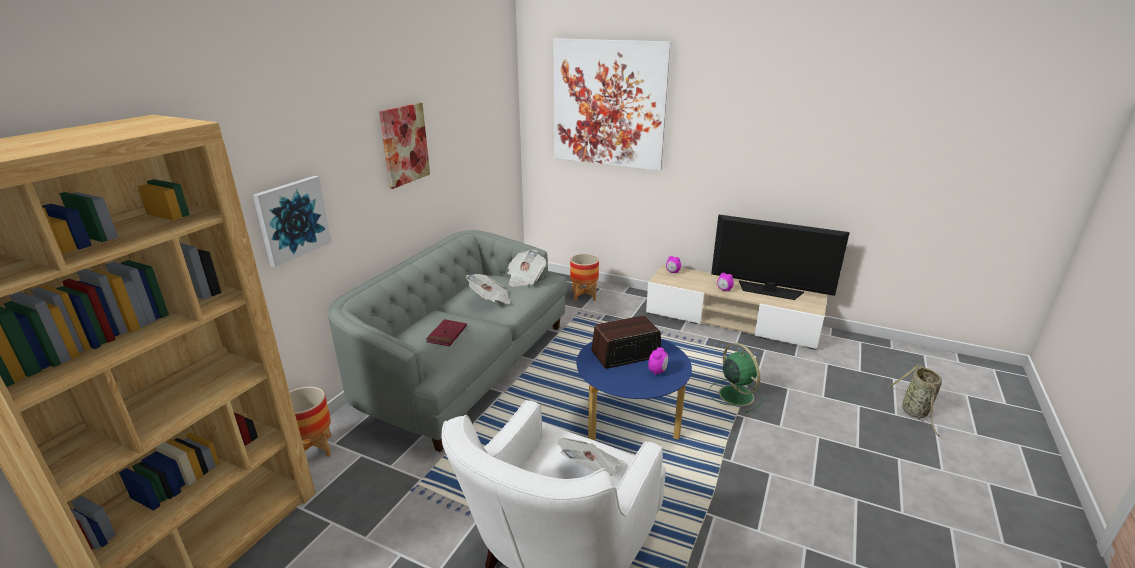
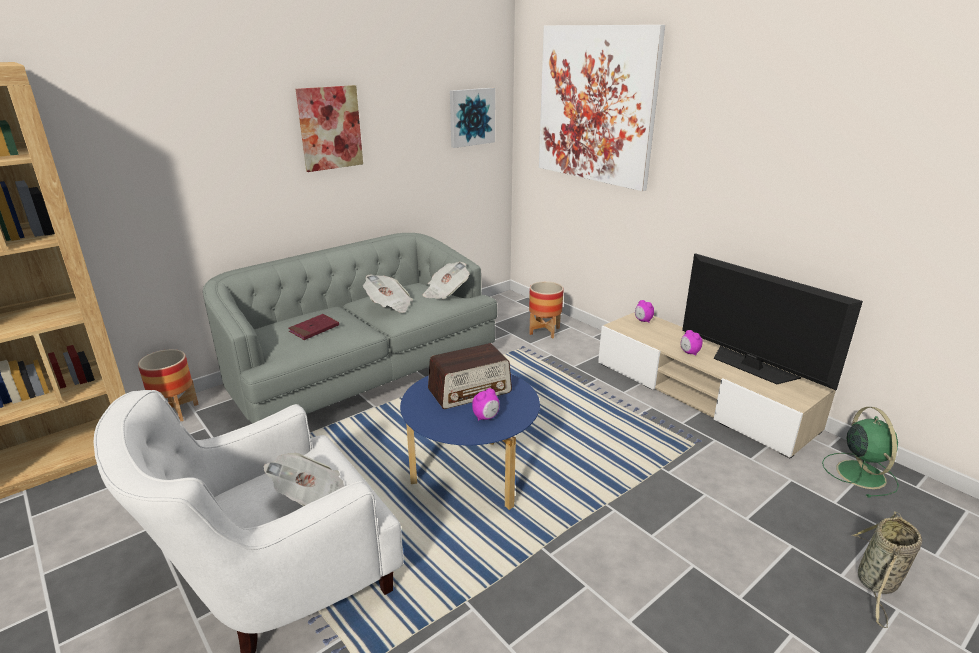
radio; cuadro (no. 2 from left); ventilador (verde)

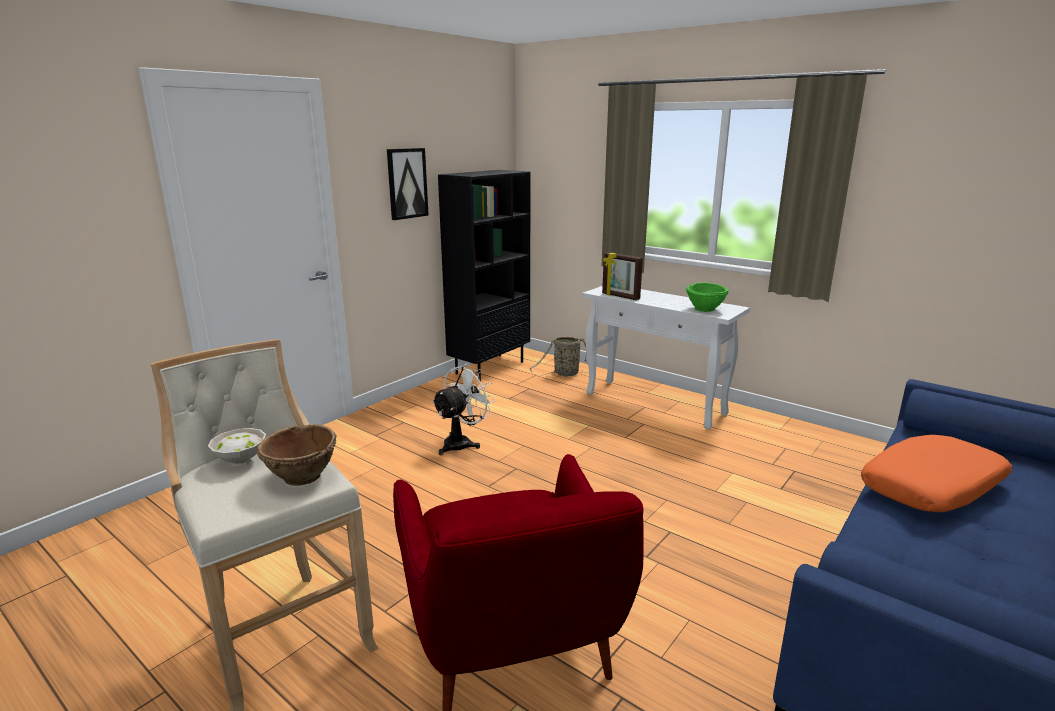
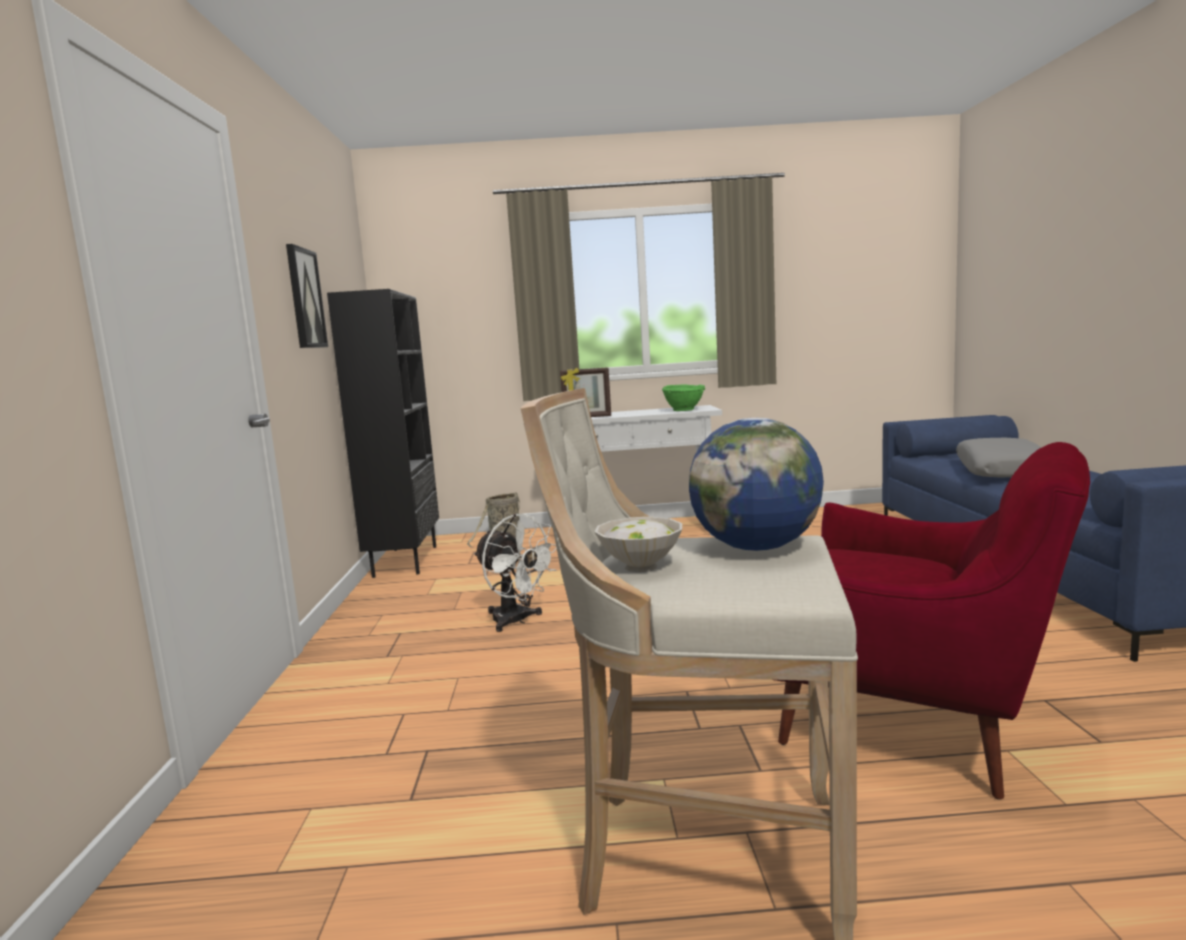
ventilador (blanco); globo terráqueo; cojín (gris)

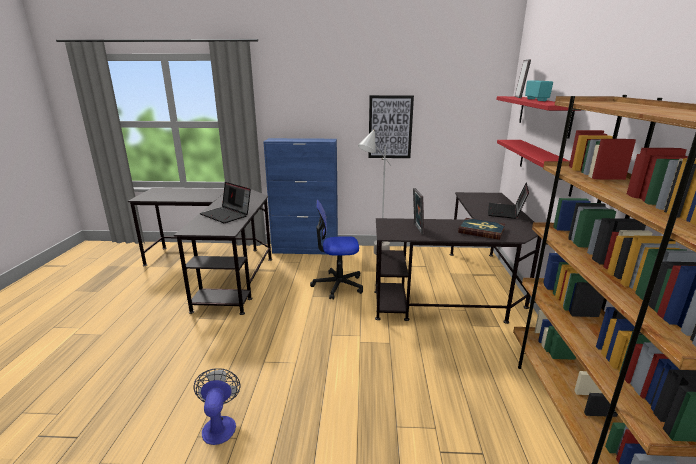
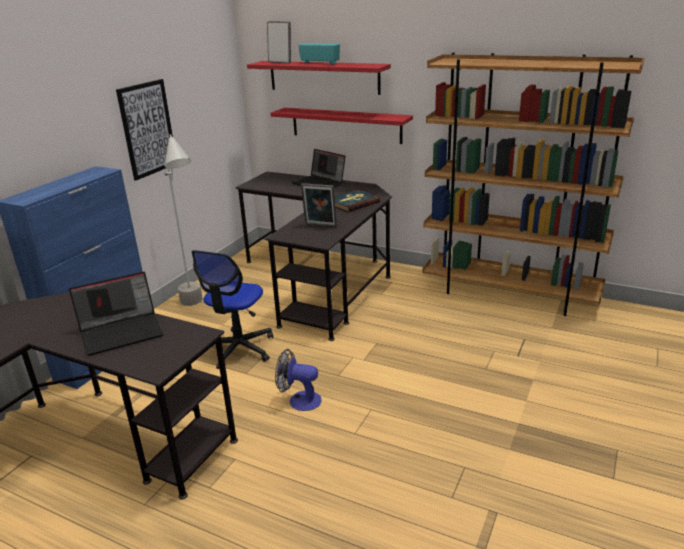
ventilador

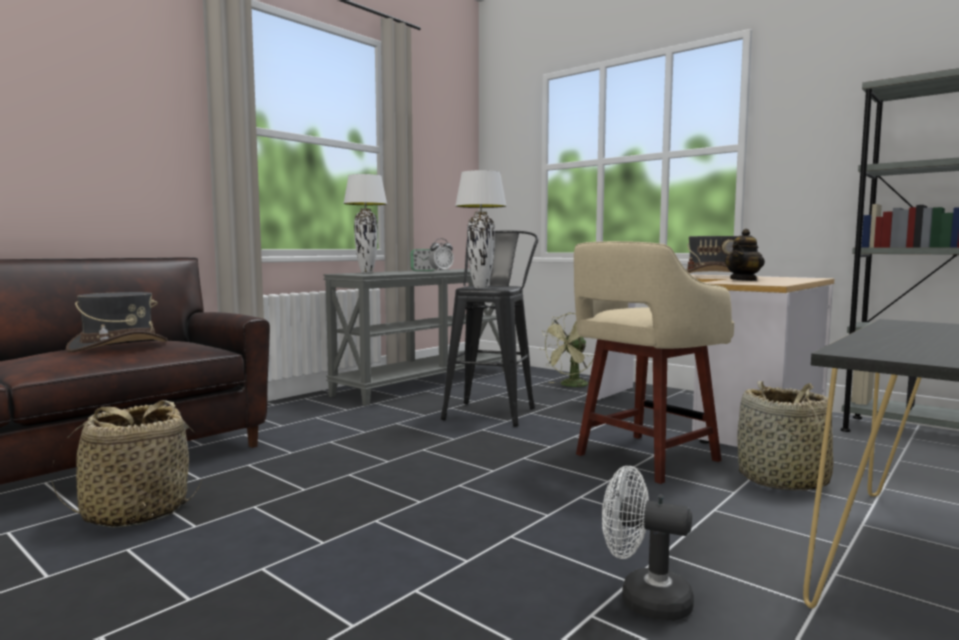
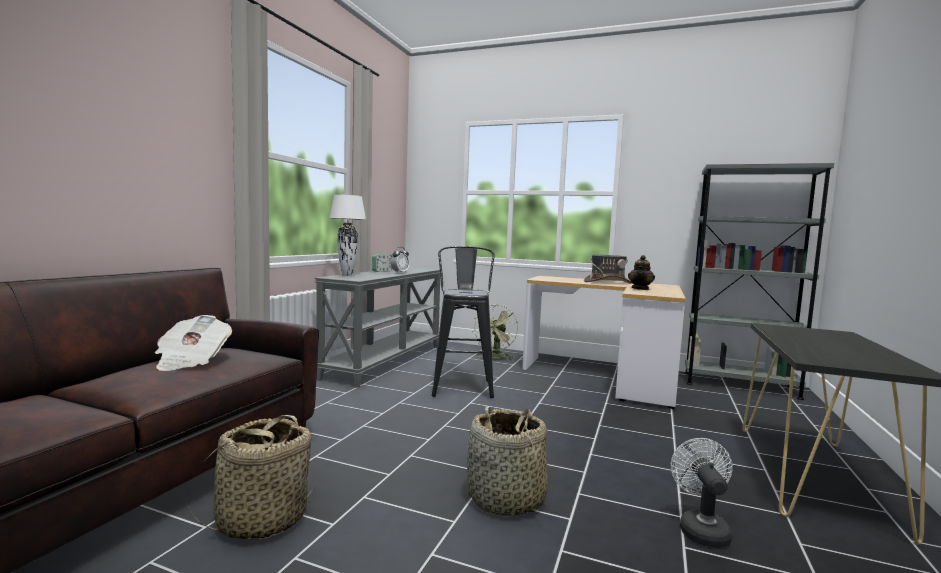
periódico; cesta (no. 2 from left); ventilador (blanco); lámpara de mesa (blanco) (no. 2 from left in the first image); taburete (beis)

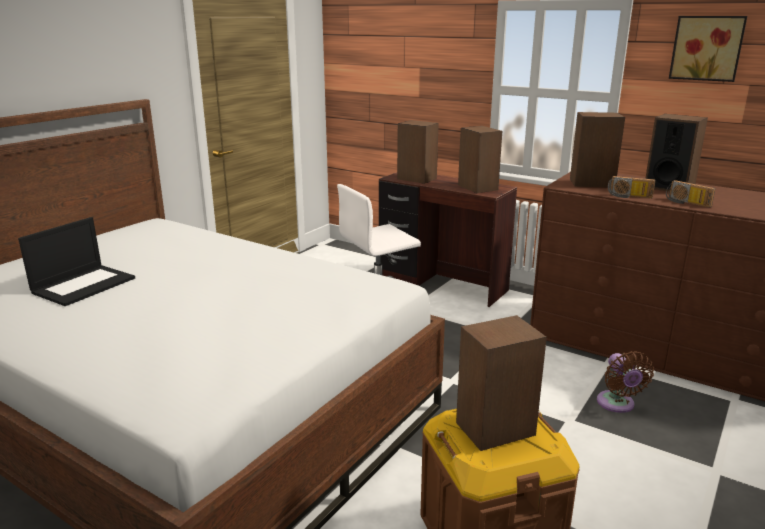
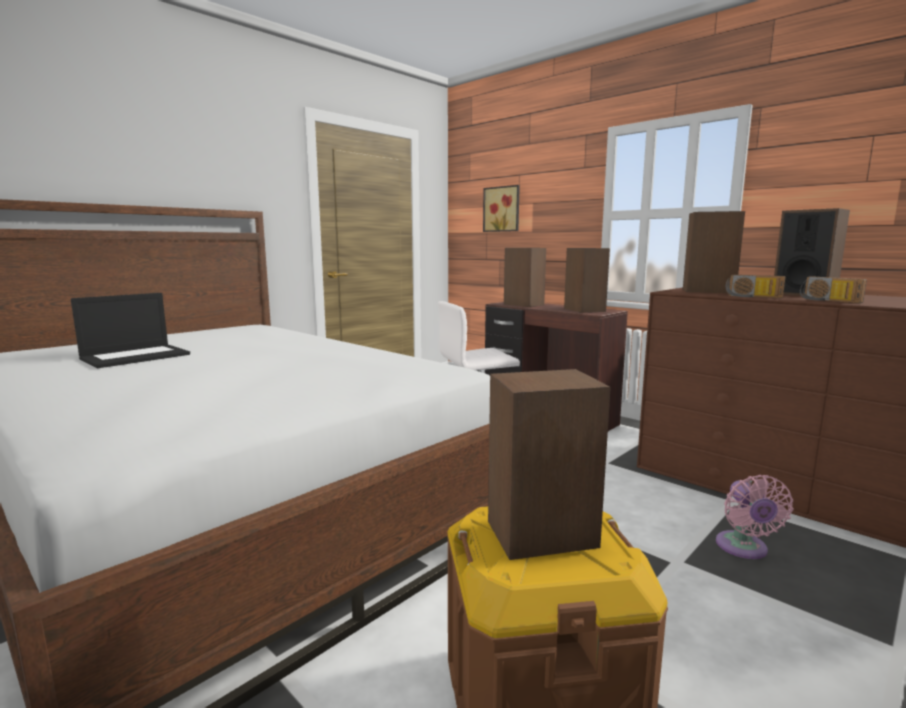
cuadro; ventilador (rosa)

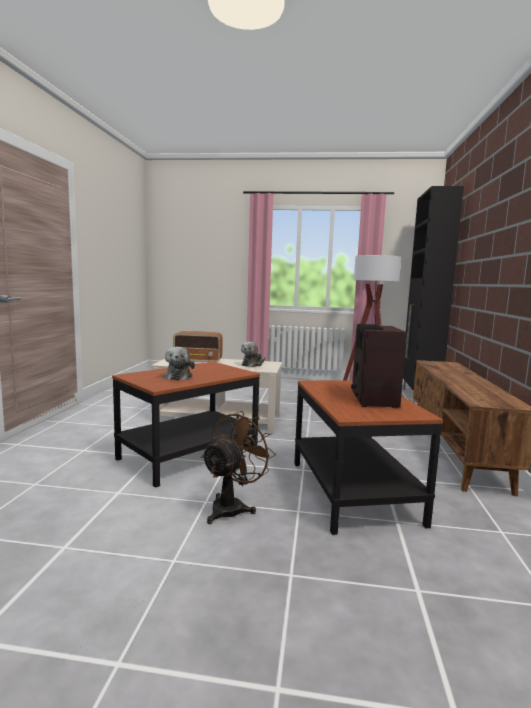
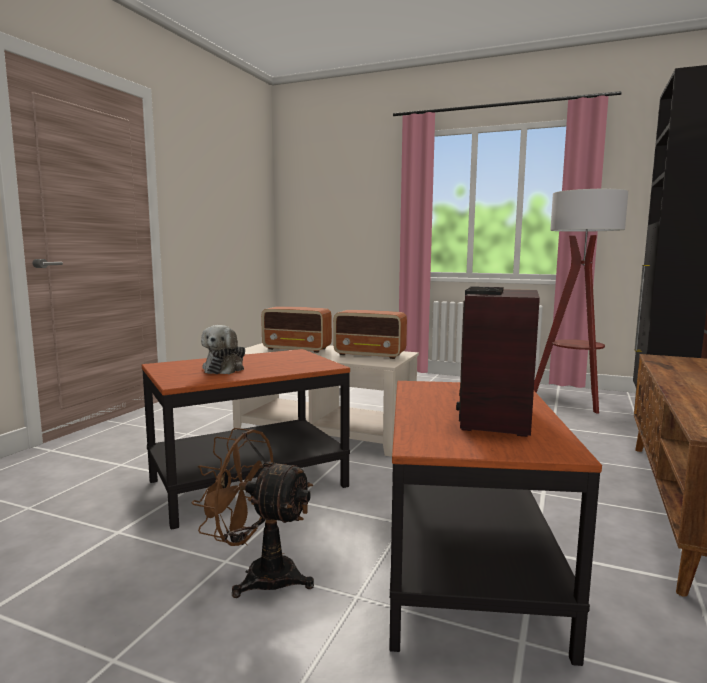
ventilador (marrón); radio (no. 2 from left)

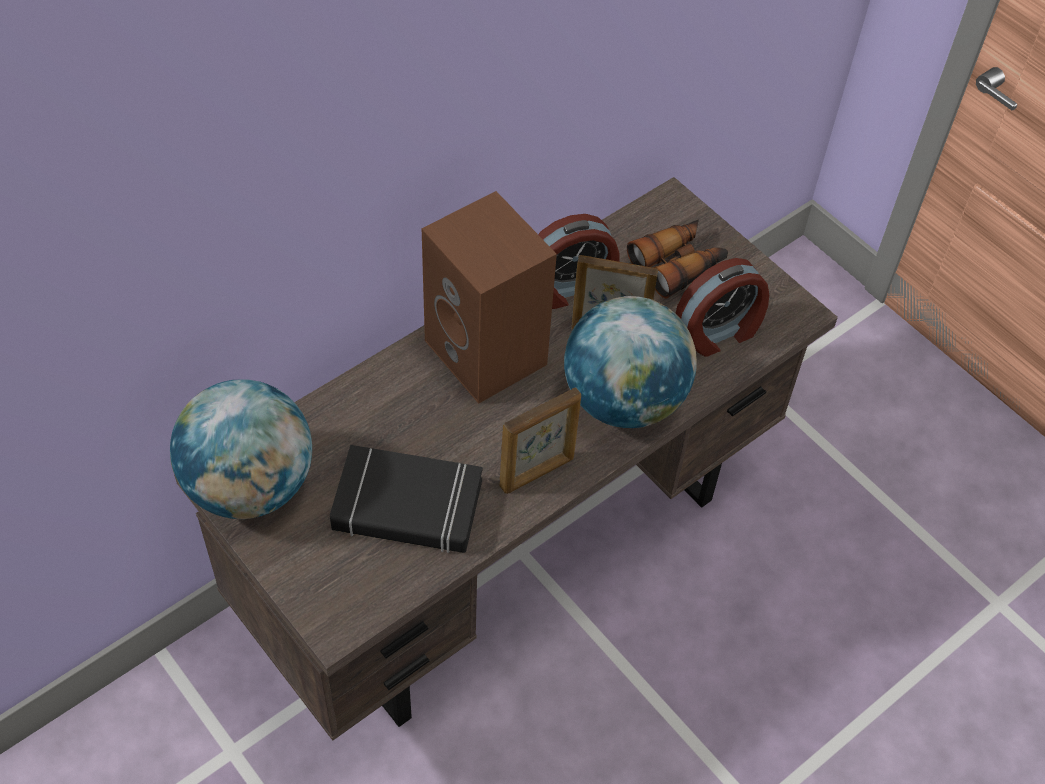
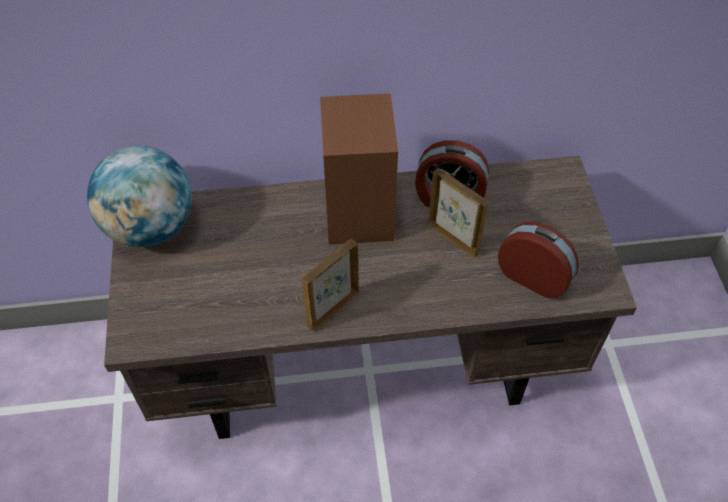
portarretratos (no. 1 from left); despertador (no. 2 from left); libro (negro); globo terráqueo (no. 2 from left in the first image); prismáticos

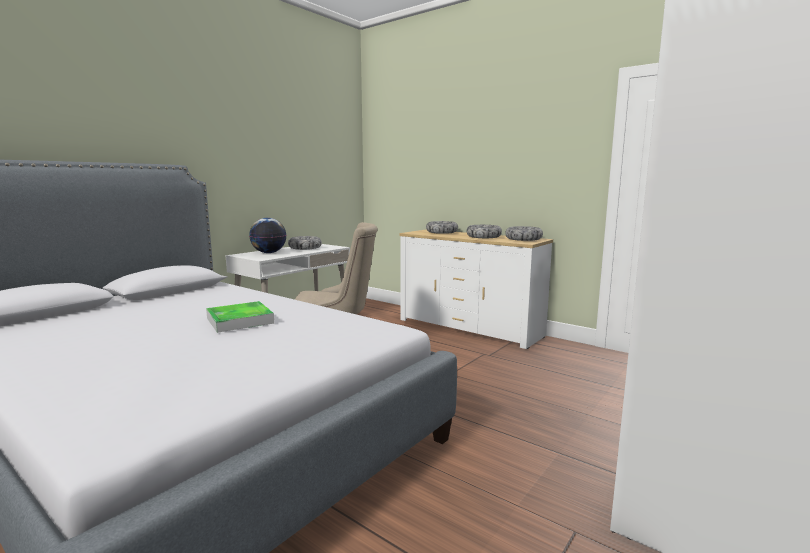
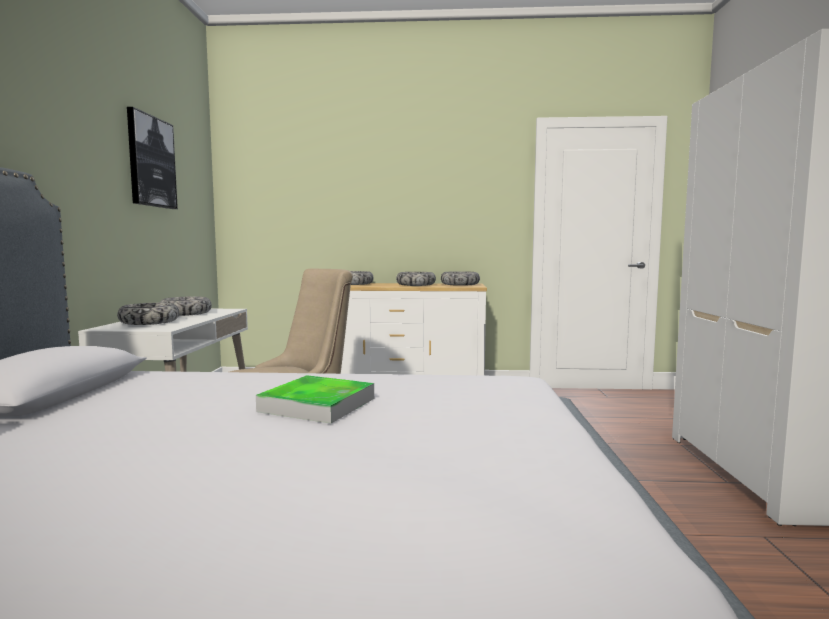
cuenco (no. 1 from left); cuadro

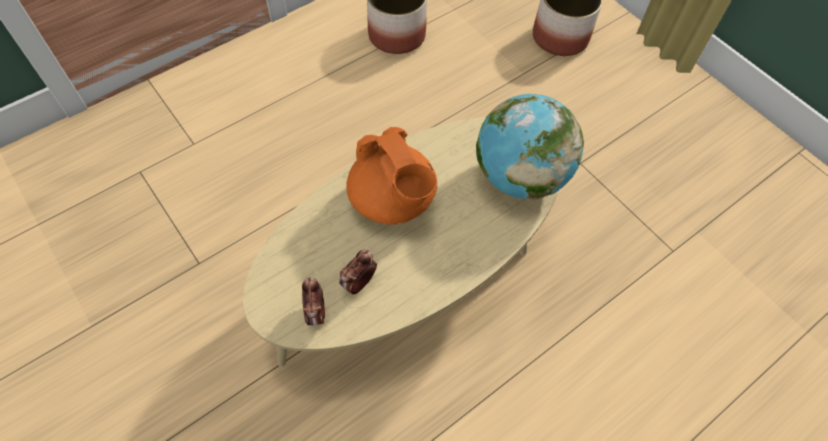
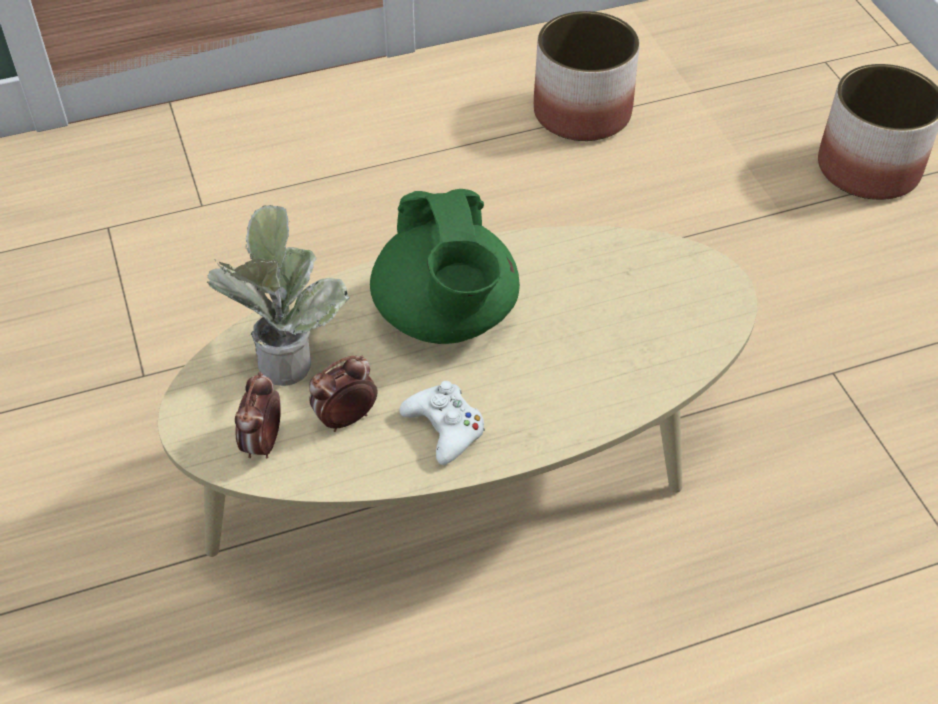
planta en maceta; tetera (verde); mando de consola (blanco); globo terráqueo

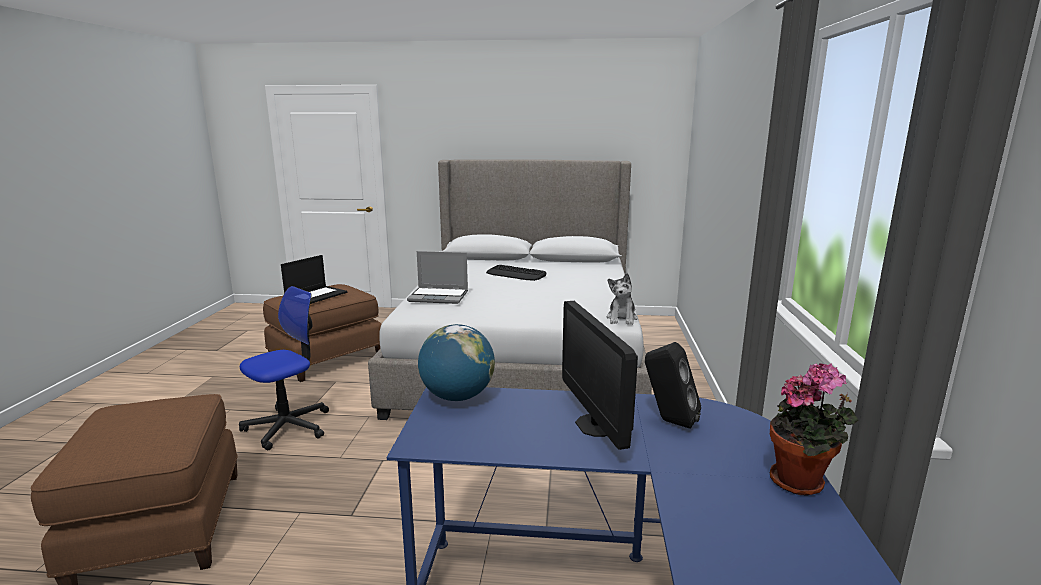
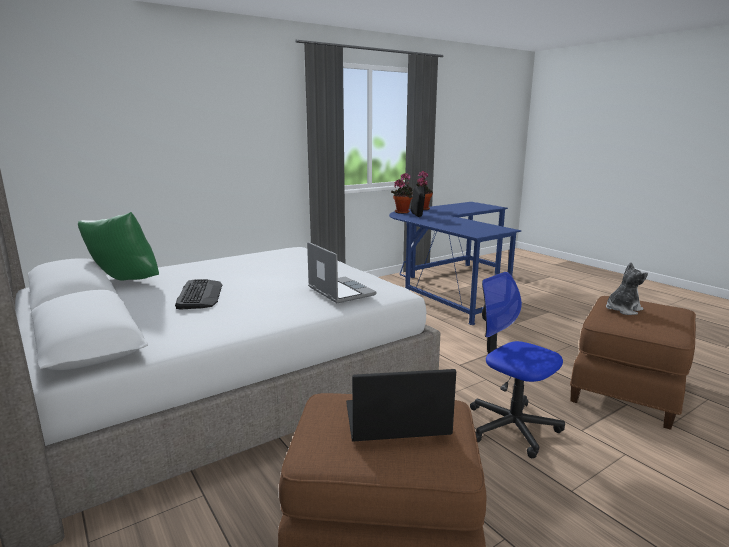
cojín (verde); planta en maceta (no. 1 from left); silla de oficina; peluche; globo terráqueo; monitor

